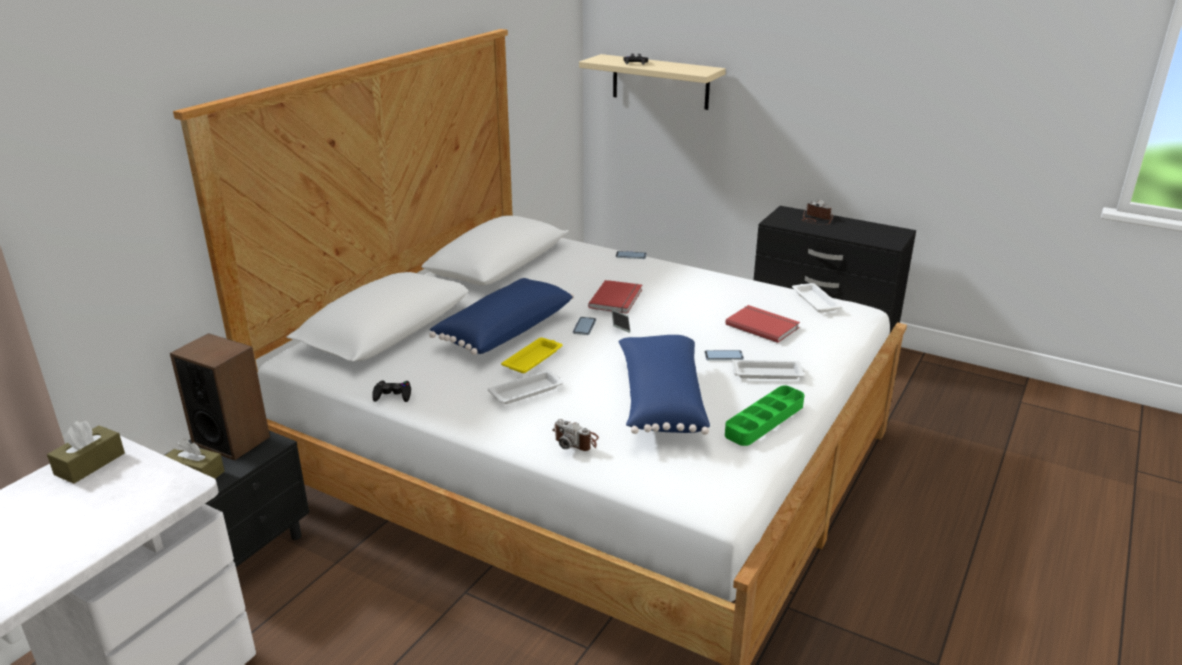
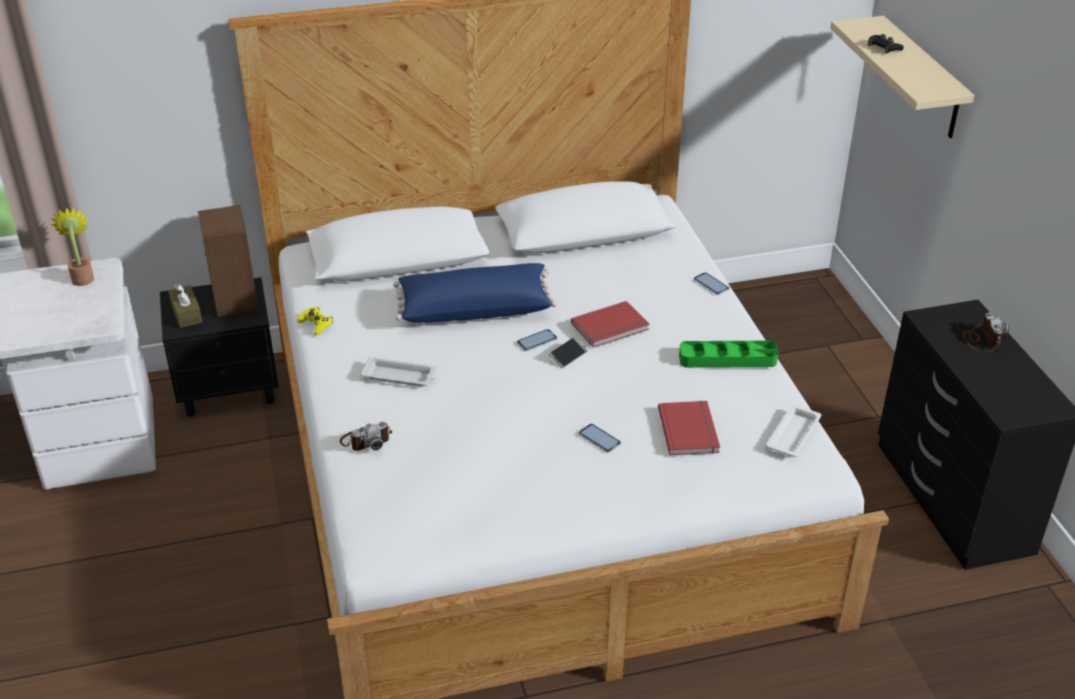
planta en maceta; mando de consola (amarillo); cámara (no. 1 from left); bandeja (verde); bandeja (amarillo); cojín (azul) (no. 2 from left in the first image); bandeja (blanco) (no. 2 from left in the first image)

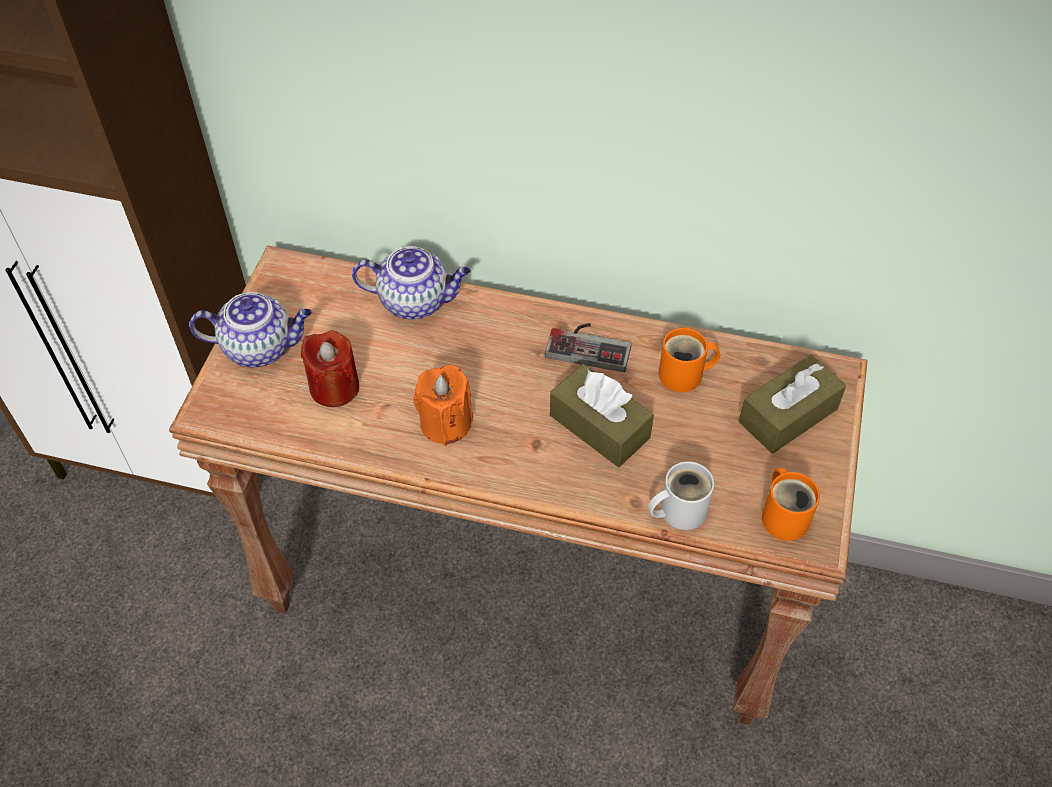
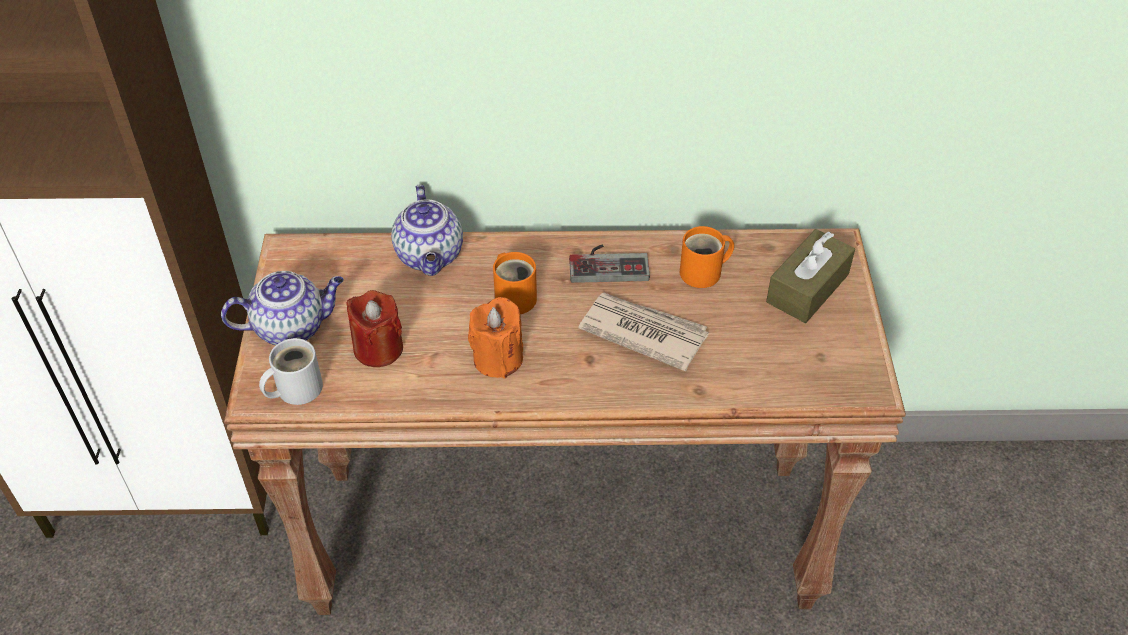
taza grande (blanco); tetera (no. 2 from left); taza grande (naranja) (no. 1 from left); periódico

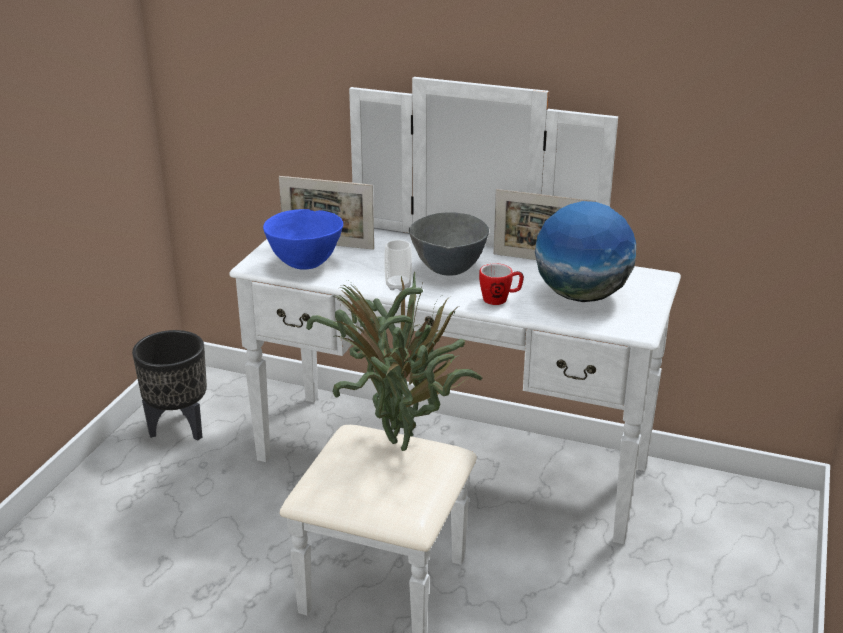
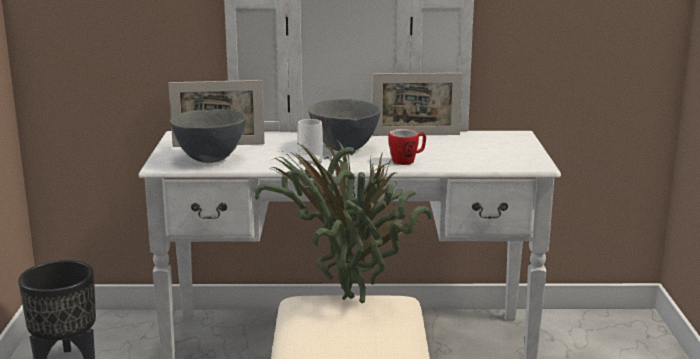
cuenco (gris) (no. 1 from left); globo terráqueo

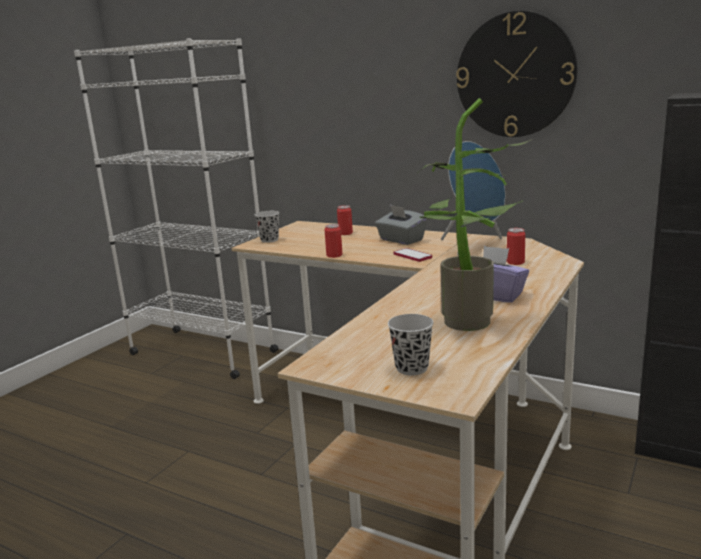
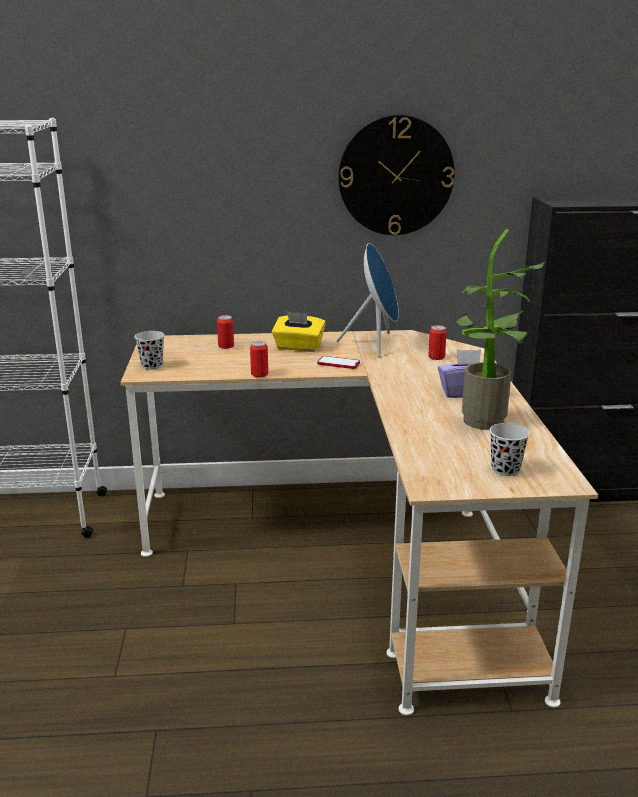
caja de pañuelos (amarillo)

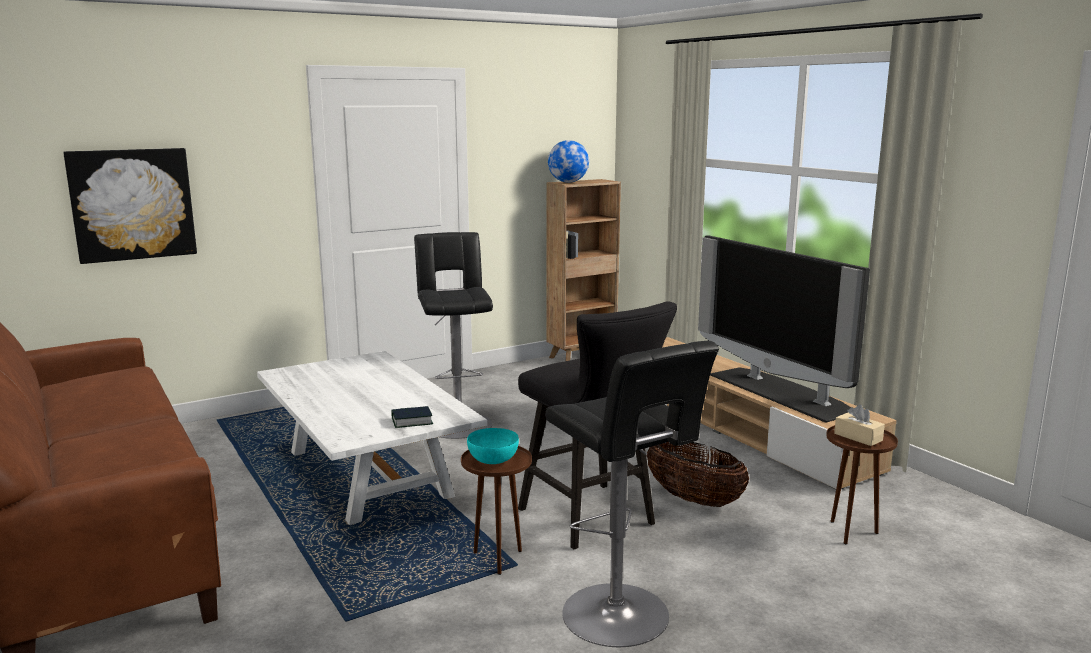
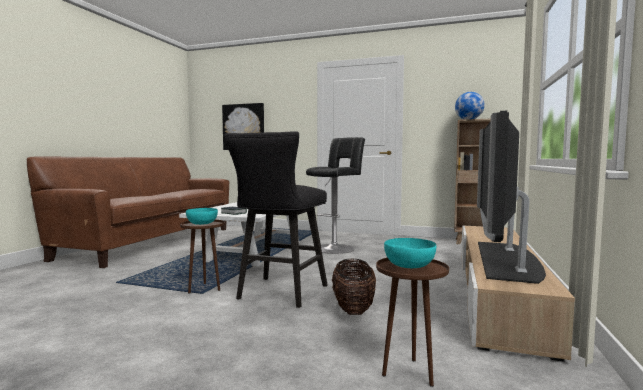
cuenco (turquesa) (no. 2 from left); taburete (negro) (no. 3 from left in the first image)

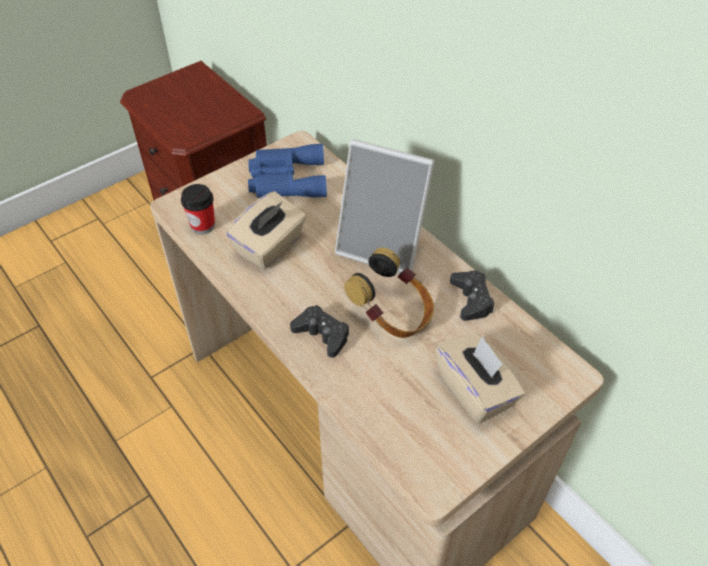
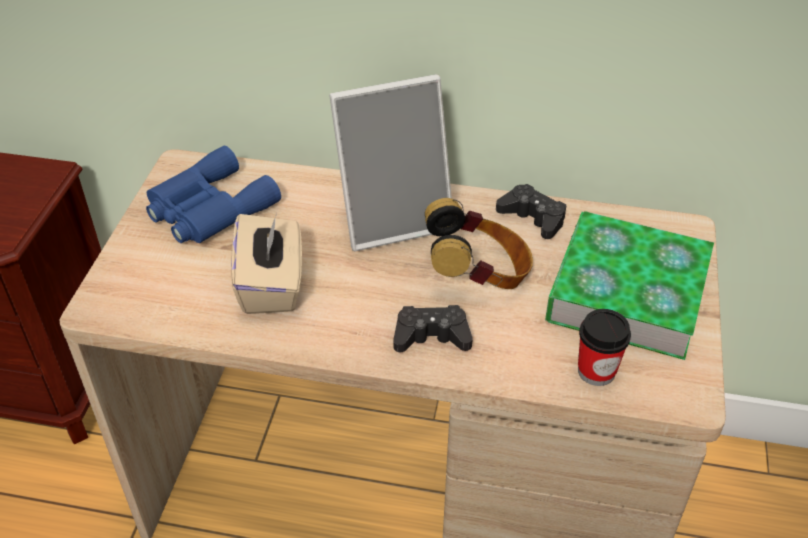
libro; taza

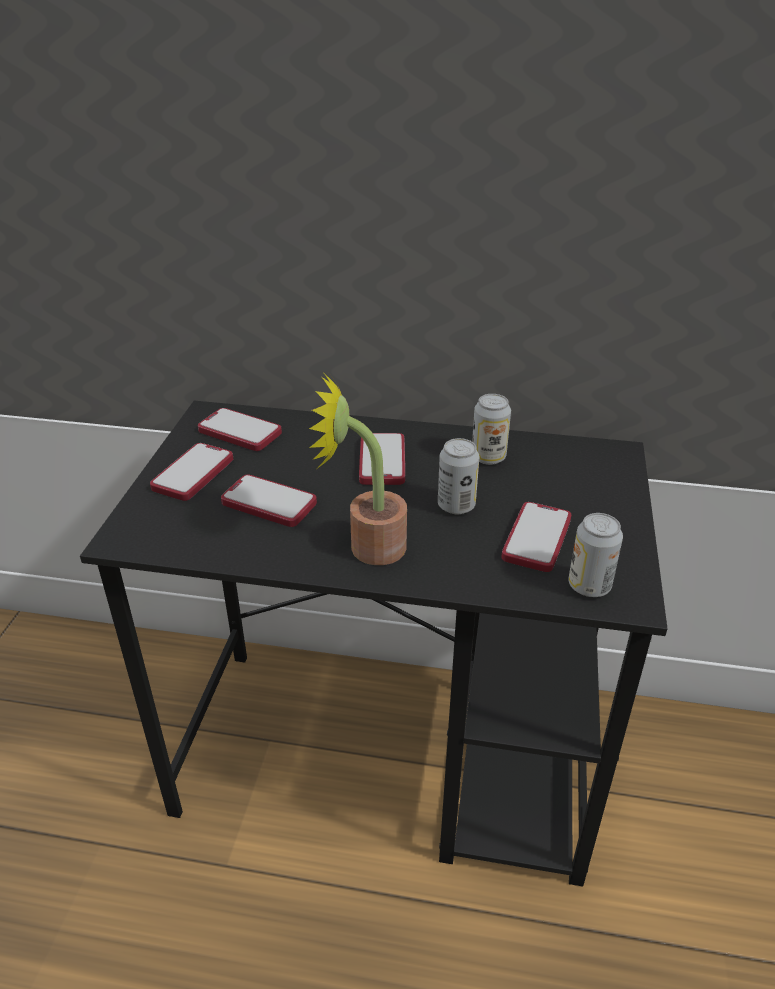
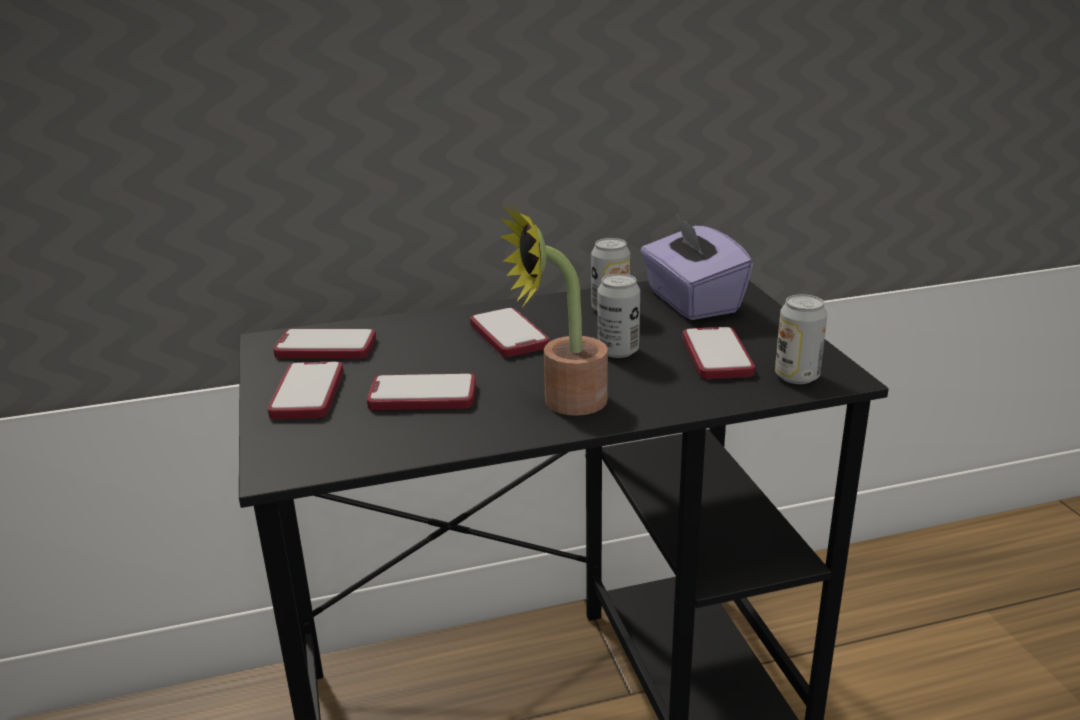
caja de pañuelos (morado)

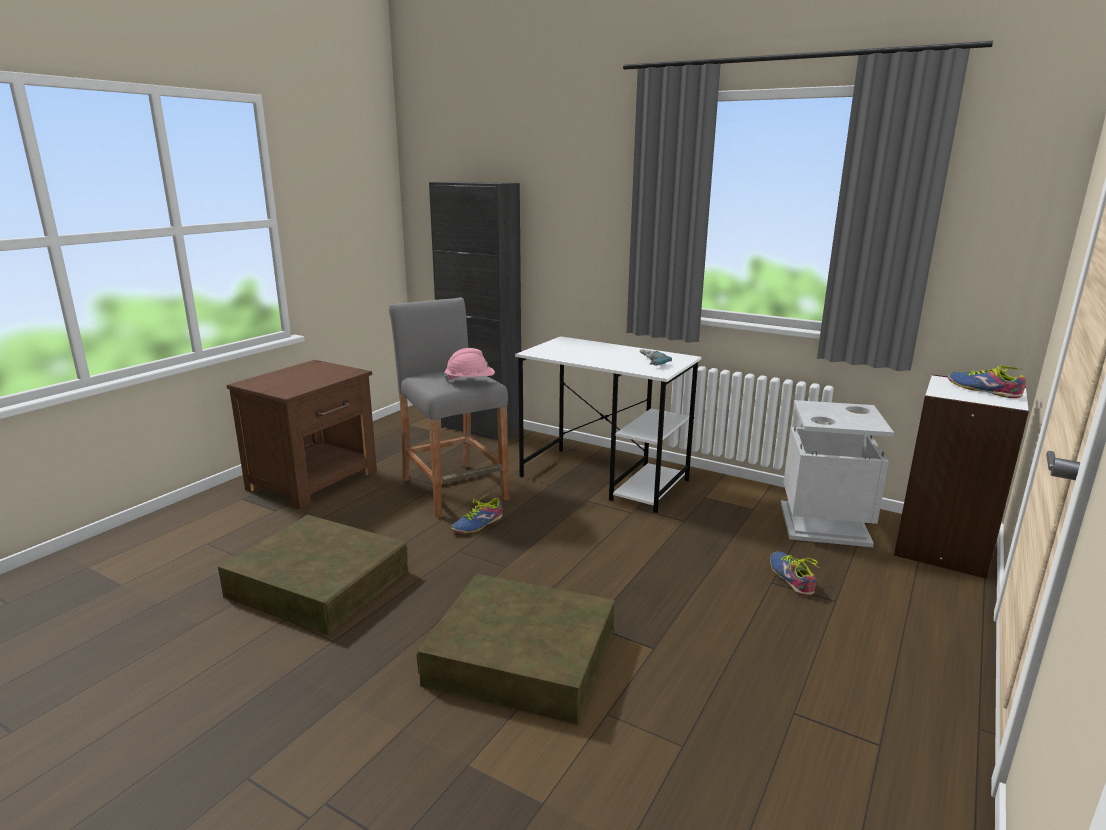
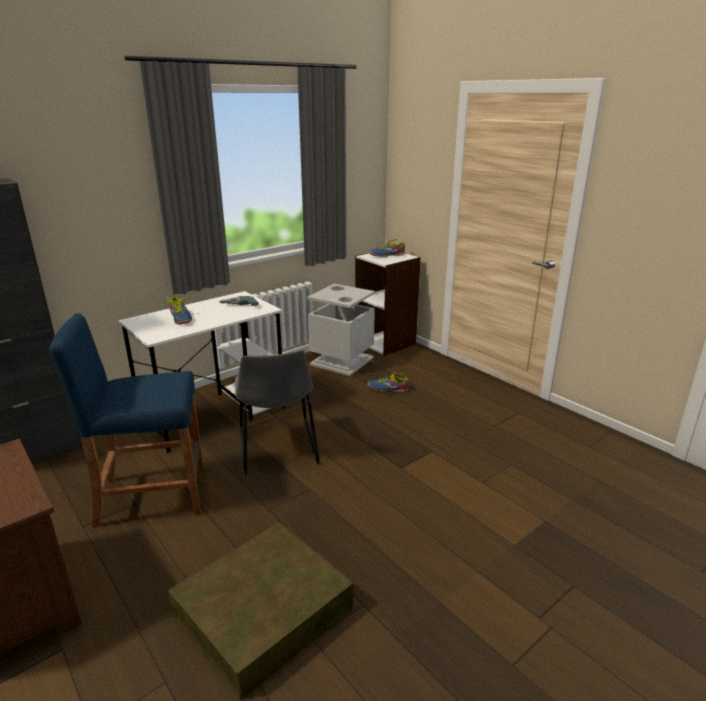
taburete (azul); zapato (no. 1 from left); silla (gris); caja de almacenaje (marrón) (no. 2 from left in the first image); casco (rosa)

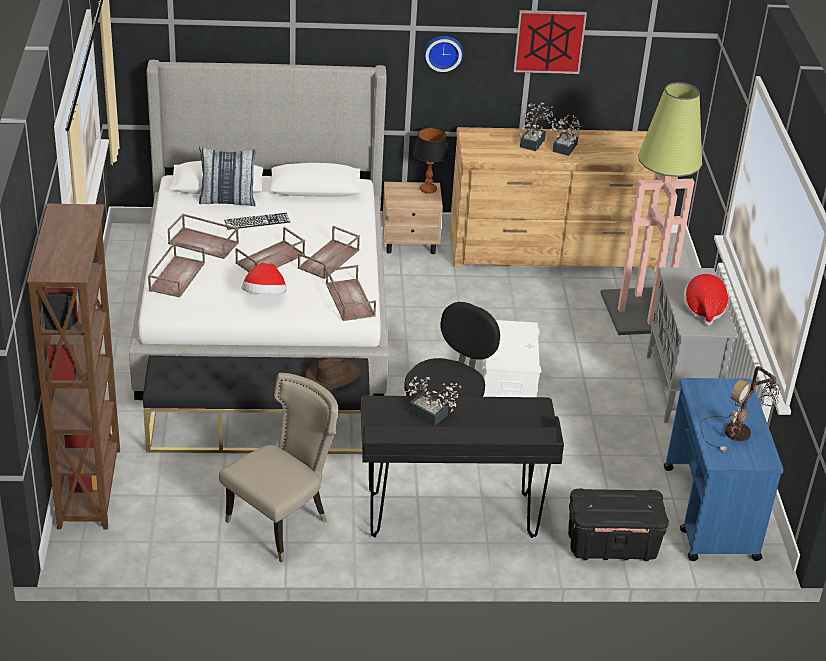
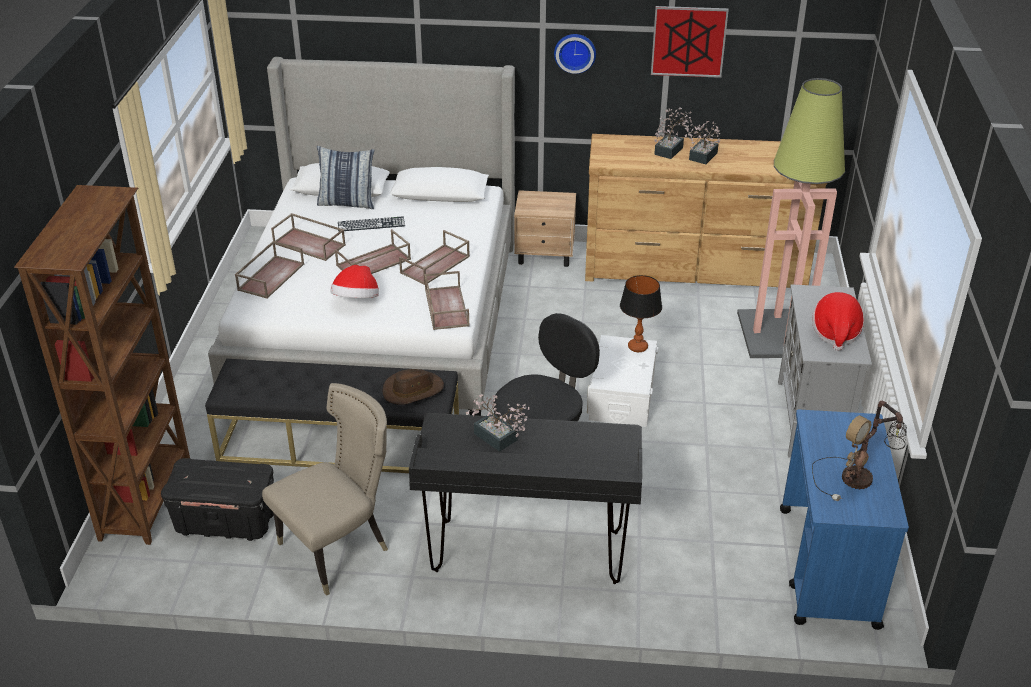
caja de almacenaje (negro); lámpara de mesa (no. 1 from left)

